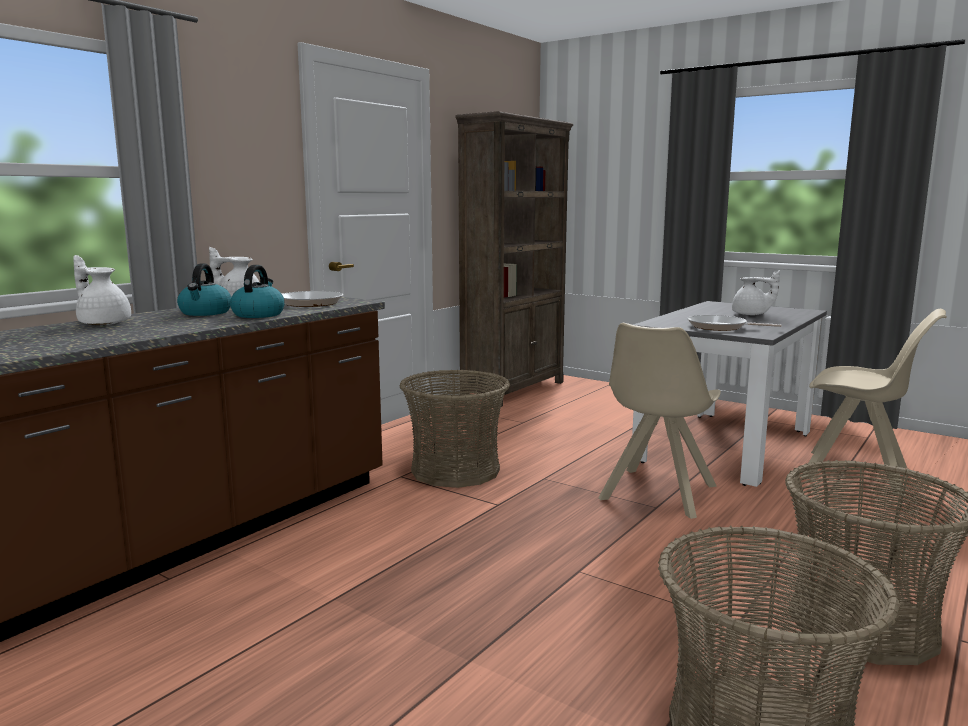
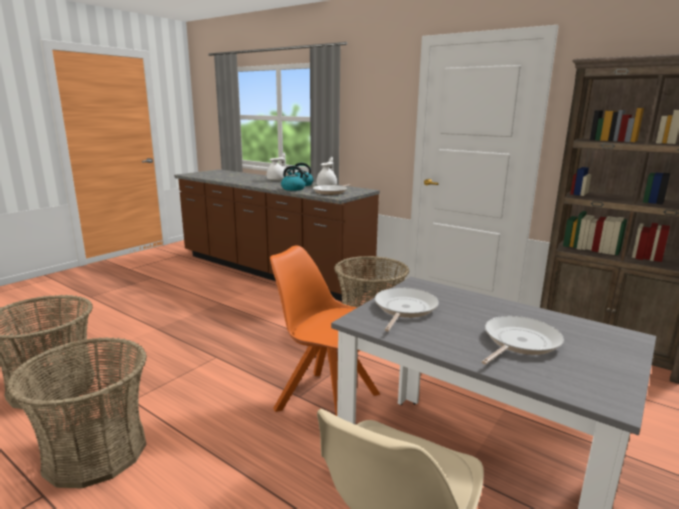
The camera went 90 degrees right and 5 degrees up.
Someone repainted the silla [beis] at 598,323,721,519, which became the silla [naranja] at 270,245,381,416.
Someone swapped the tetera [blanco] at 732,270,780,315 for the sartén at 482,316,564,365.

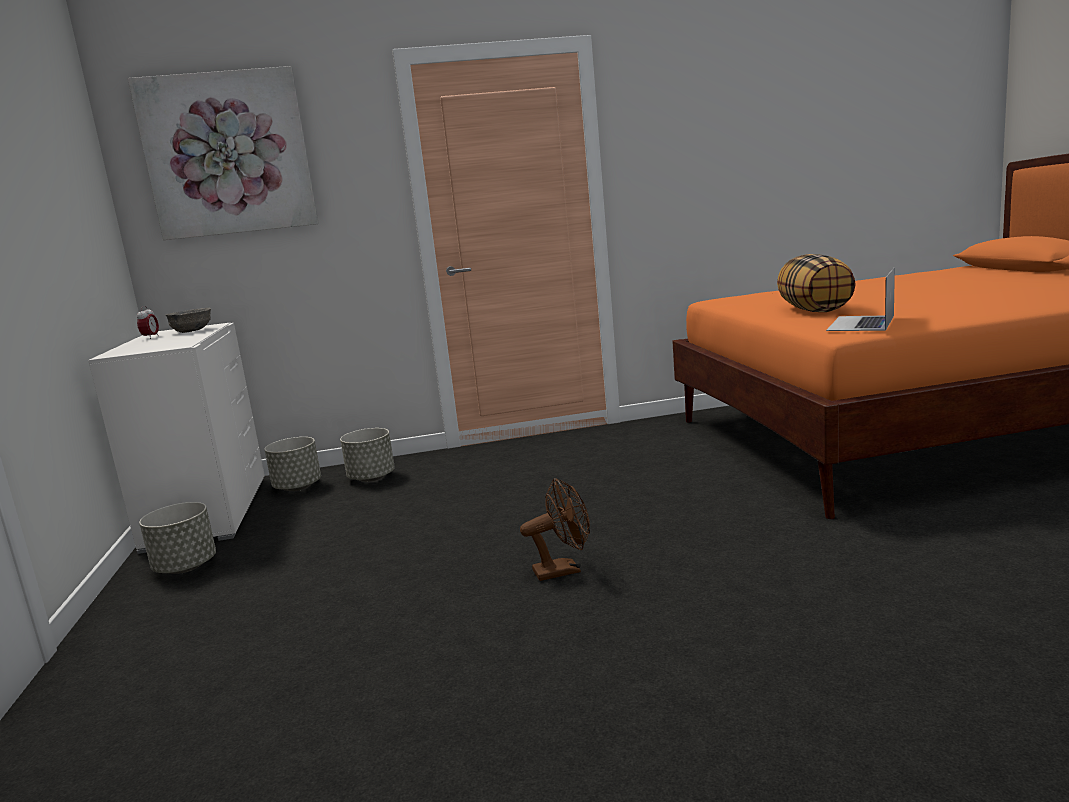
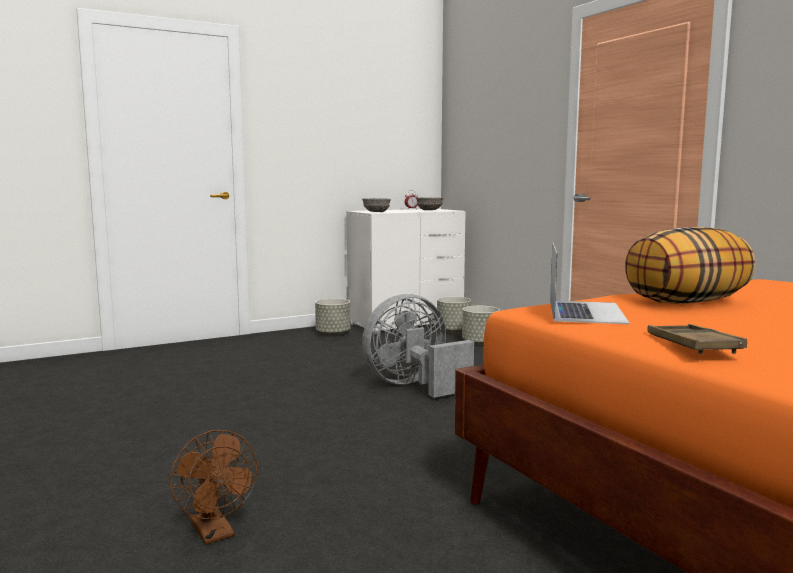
The camera went 70 degrees right and 5 degrees down.
Someone took away the cuadro at 127,66,319,240.
Someone carried the ventilador [marrón] from 520,478,590,581 to 170,430,257,544.
Someone rotated the portátil at 826,267,895,331 by 90 degrees clockwise.
Someone put down the cuenco [gris] at 362,198,391,212.
Someone put down the ventilador [gris] at 362,294,474,398.
Someone put down the bandeja [marrón] at 648,324,747,354.

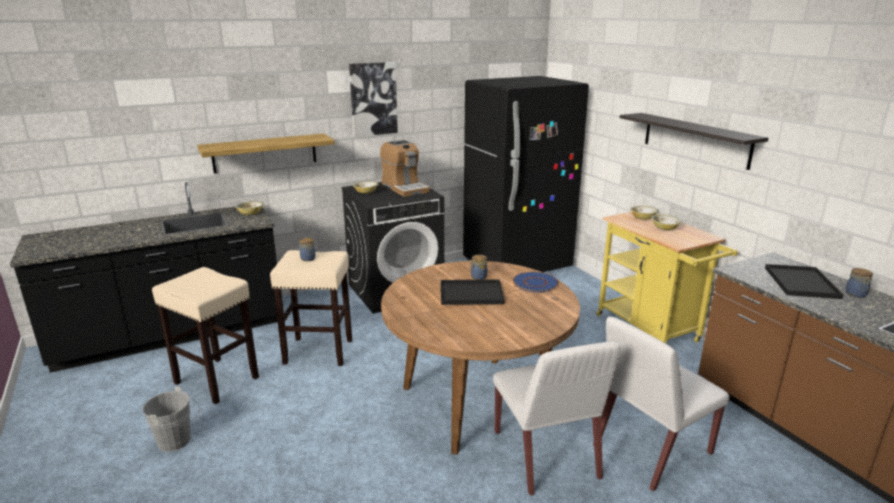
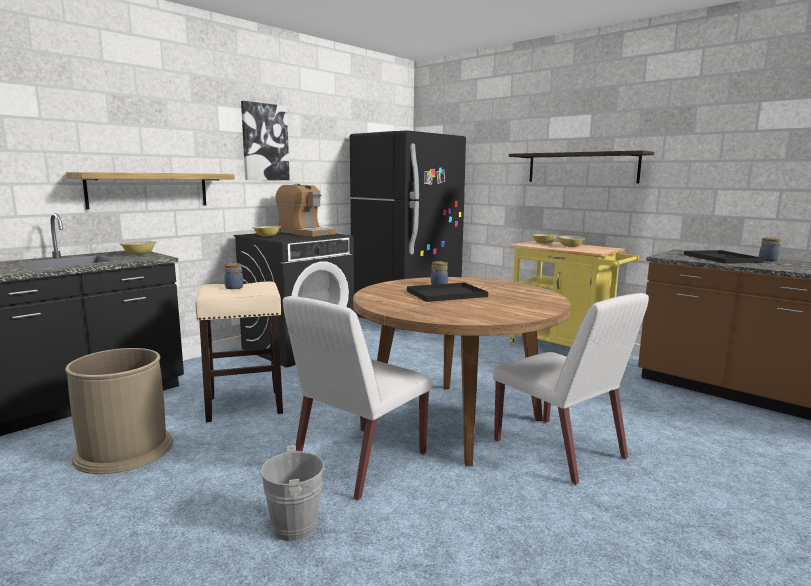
The camera went 20 degrees left and 10 degrees down.
Someone carried the cubo [gris] from 142,387,200,452 to 260,445,335,542.
Someone swapped the taburete [beis] at 152,267,259,404 for the papelera [marrón] at 65,348,173,474.
Someone took away the plato [azul] at 513,272,559,292.
Someone carried the silla [blanco] from 593,316,729,491 to 283,296,431,501.

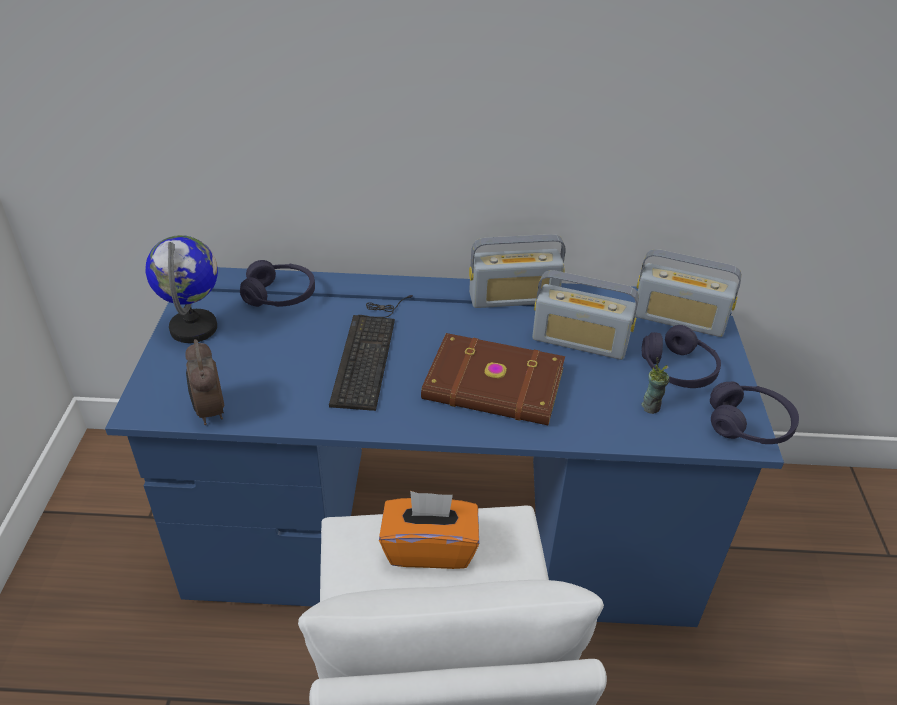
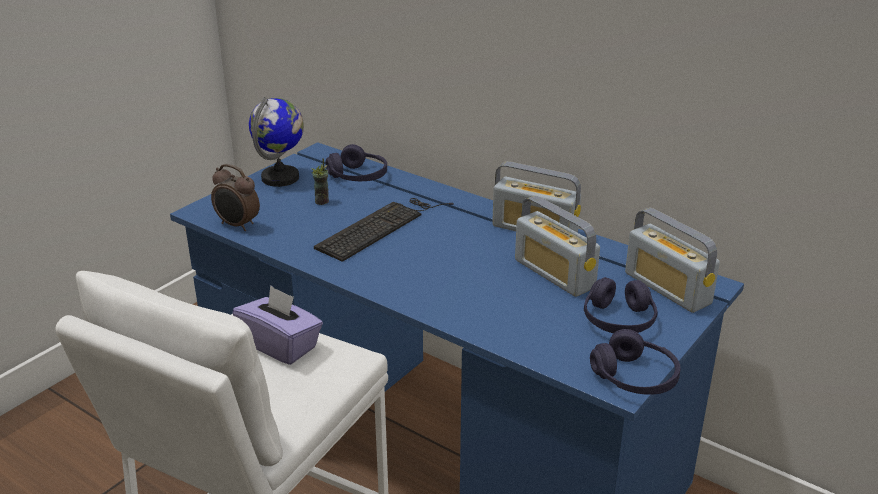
The camera went 35 degrees right and 10 degrees down.
Someone rotated the despertador at 186,339,224,425 by 75 degrees counterclockwise.
Someone repainted the caja de pañuelos [naranja] at 379,491,479,569, which became the caja de pañuelos [morado] at 233,285,323,365.
Someone took away the libro [marrón] at 421,333,565,425.
Someone carried the taza from 641,357,669,414 to 311,158,329,205.

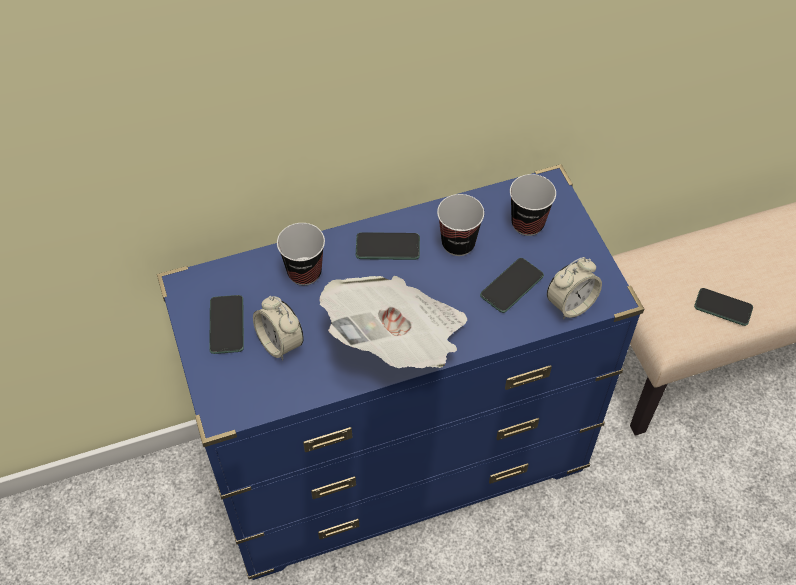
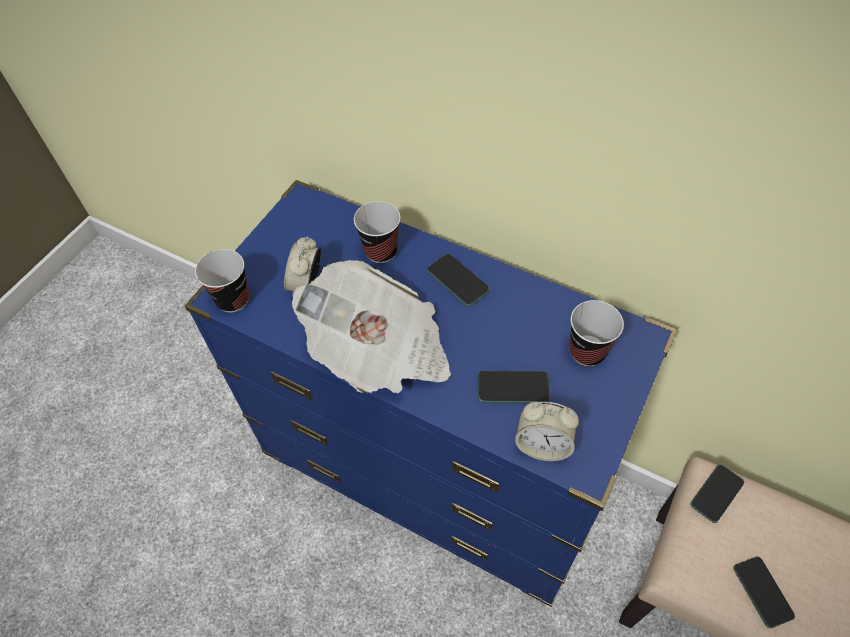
The camera went 50 degrees right and 0 degrees up.
Someone carried the móvil from 209,295,244,354 to 690,464,744,523.
Someone carried the taza from 437,194,484,256 to 195,249,250,312.

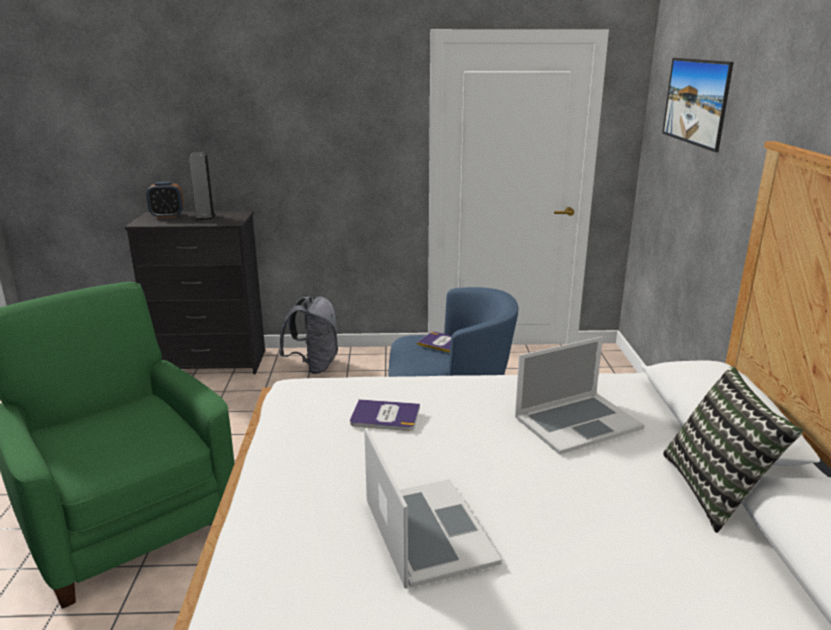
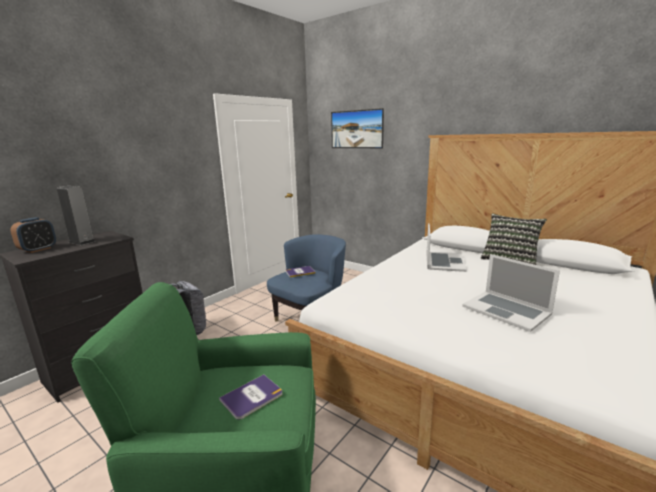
The camera went 50 degrees left and 5 degrees down.
Someone carried the libro from 350,399,420,431 to 219,375,283,420.
Someone rotated the portátil at 364,428,502,589 by 150 degrees counterclockwise.

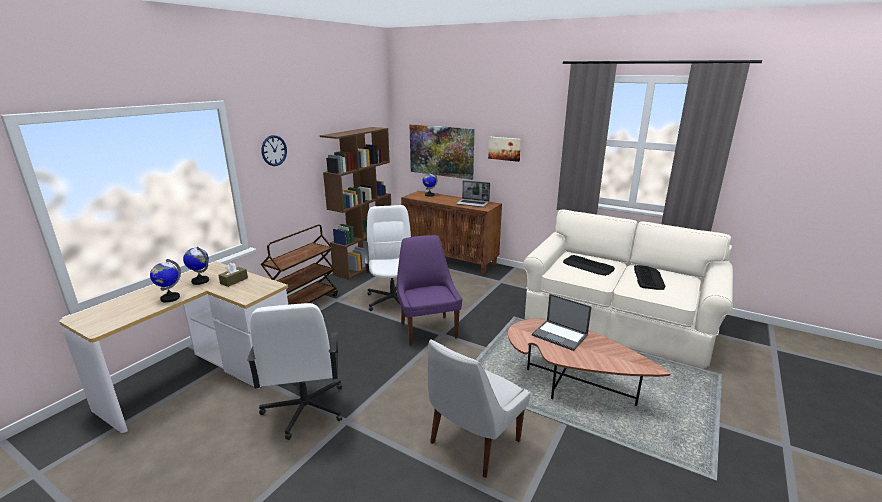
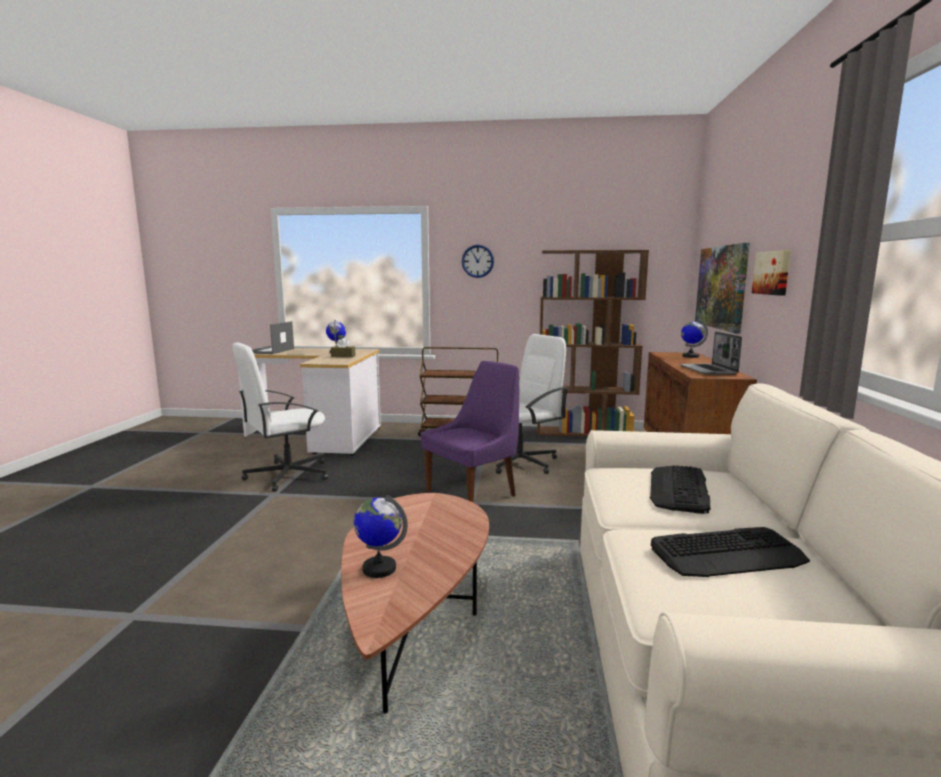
The camera went 65 degrees right and 10 degrees down.
Someone carried the globo terráqueo from 150,259,181,303 to 354,495,408,578.
Someone took away the silla [blanco] at 428,339,531,478.
Someone carried the portátil from 532,294,592,351 to 252,321,294,354.

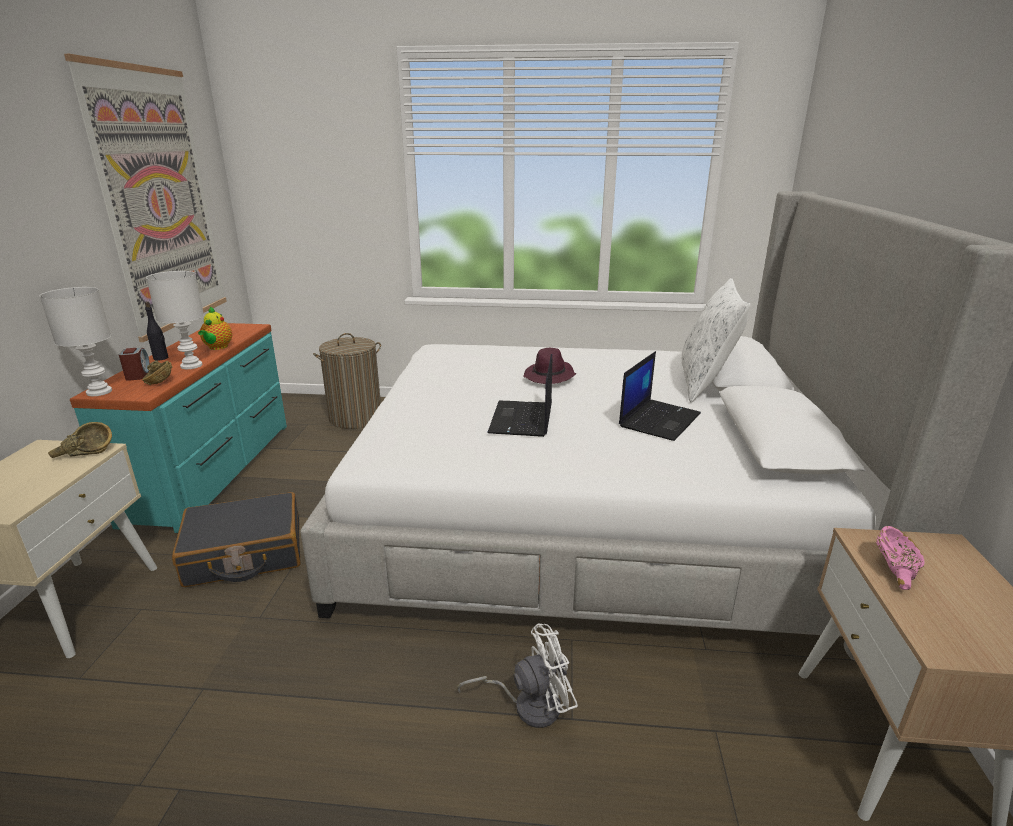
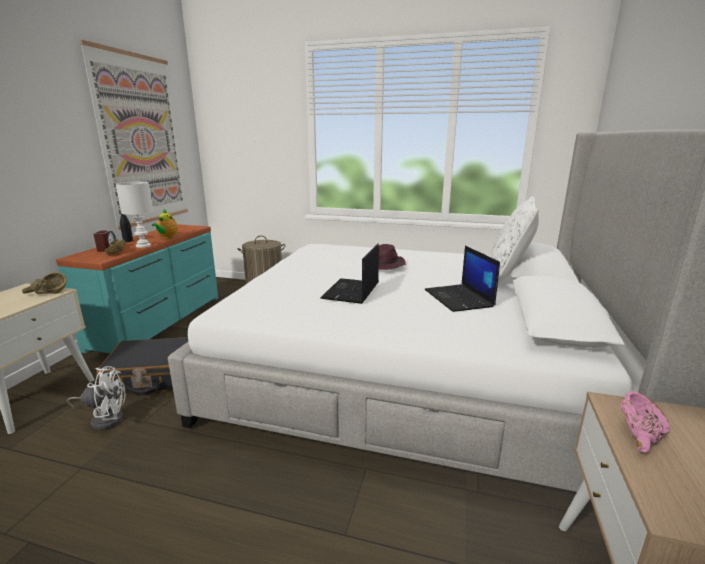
The camera went 10 degrees right and 5 degrees down.
Someone took away the lámpara de mesa [blanco] at 40,287,112,396.
Someone carried the ventilador [blanco] from 457,624,578,728 to 67,366,126,431.
Someone rotated the portátil at 619,351,701,441 by 120 degrees clockwise.

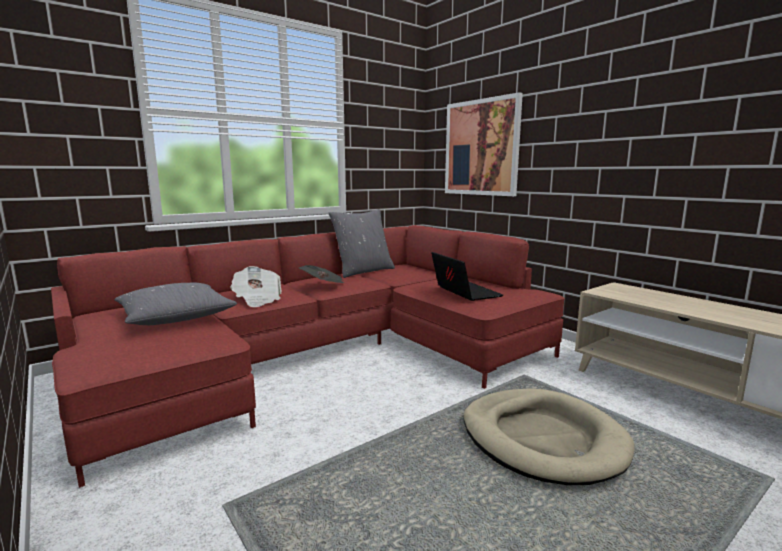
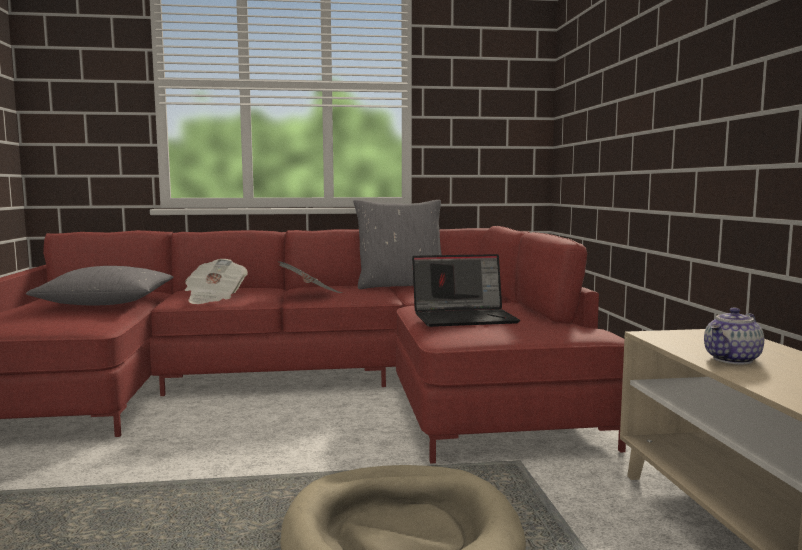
The camera went 30 degrees right and 5 degrees down.
Someone rotated the portátil at 431,252,503,301 by 75 degrees clockwise.
Someone took away the cuadro at 445,92,523,196.
Someone put down the tetera at 704,307,764,364.

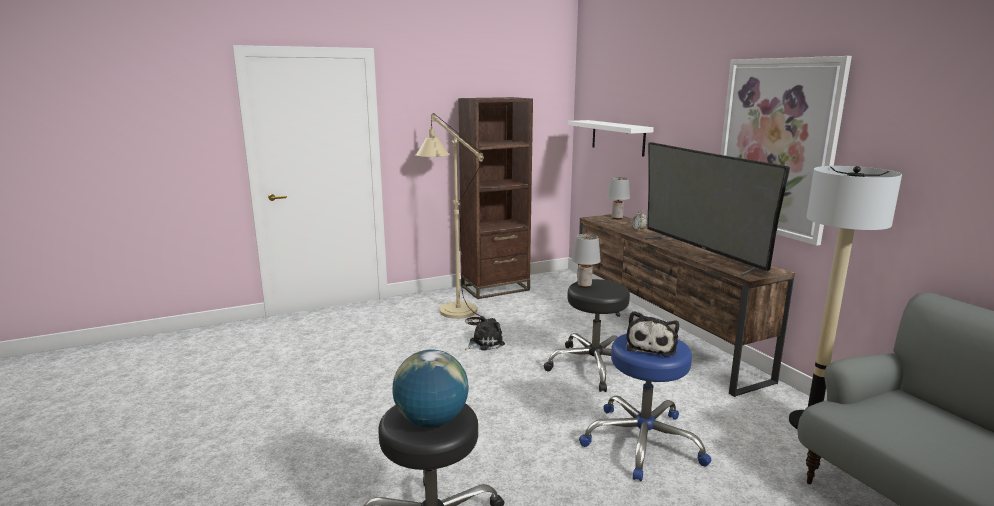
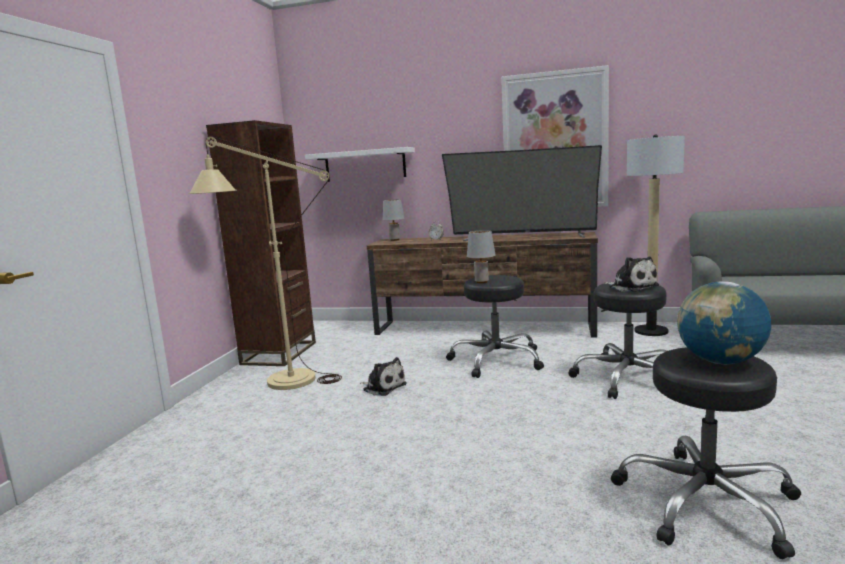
The camera went 50 degrees left and 5 degrees down.
Someone rotated the peluche at 465,316,505,351 by 120 degrees clockwise.
Someone repainted the taburete [azul] at 579,333,711,481, which became the taburete [negro] at 568,284,667,399.

